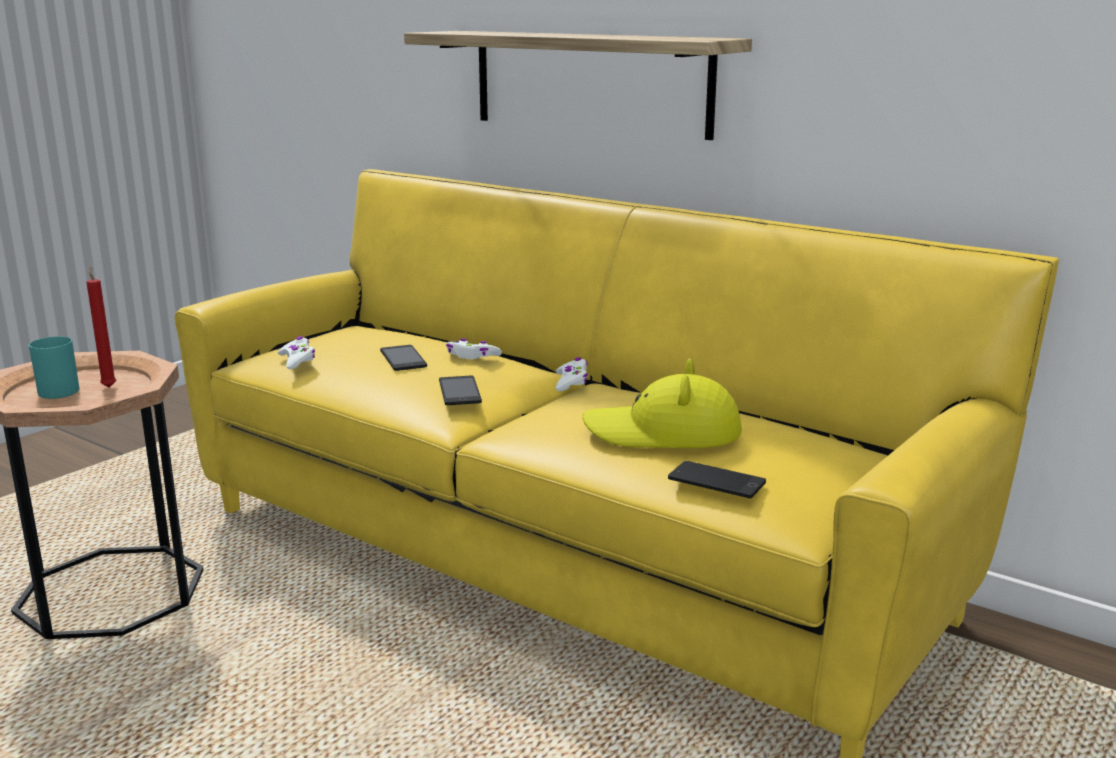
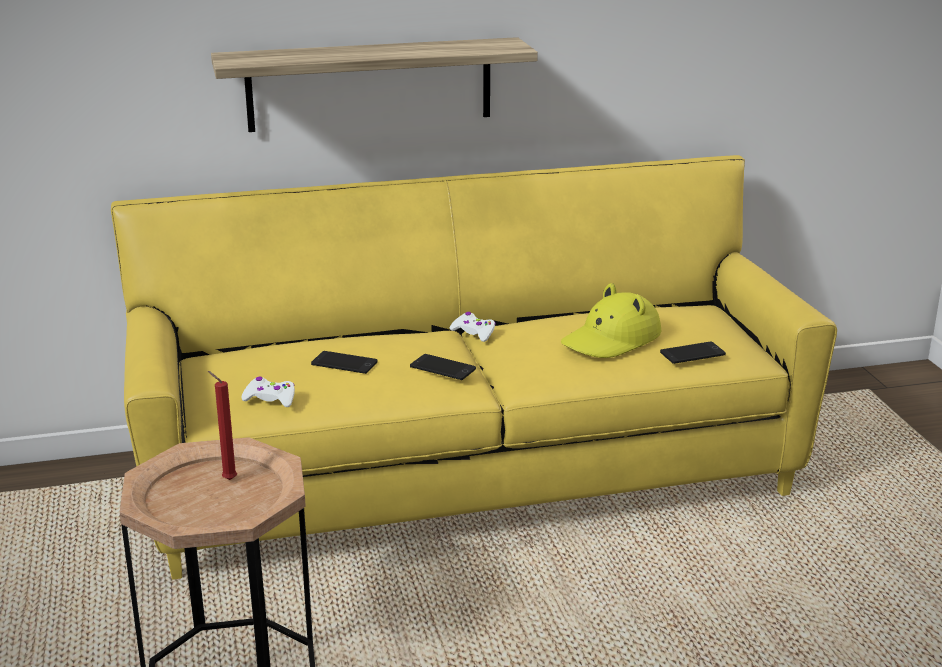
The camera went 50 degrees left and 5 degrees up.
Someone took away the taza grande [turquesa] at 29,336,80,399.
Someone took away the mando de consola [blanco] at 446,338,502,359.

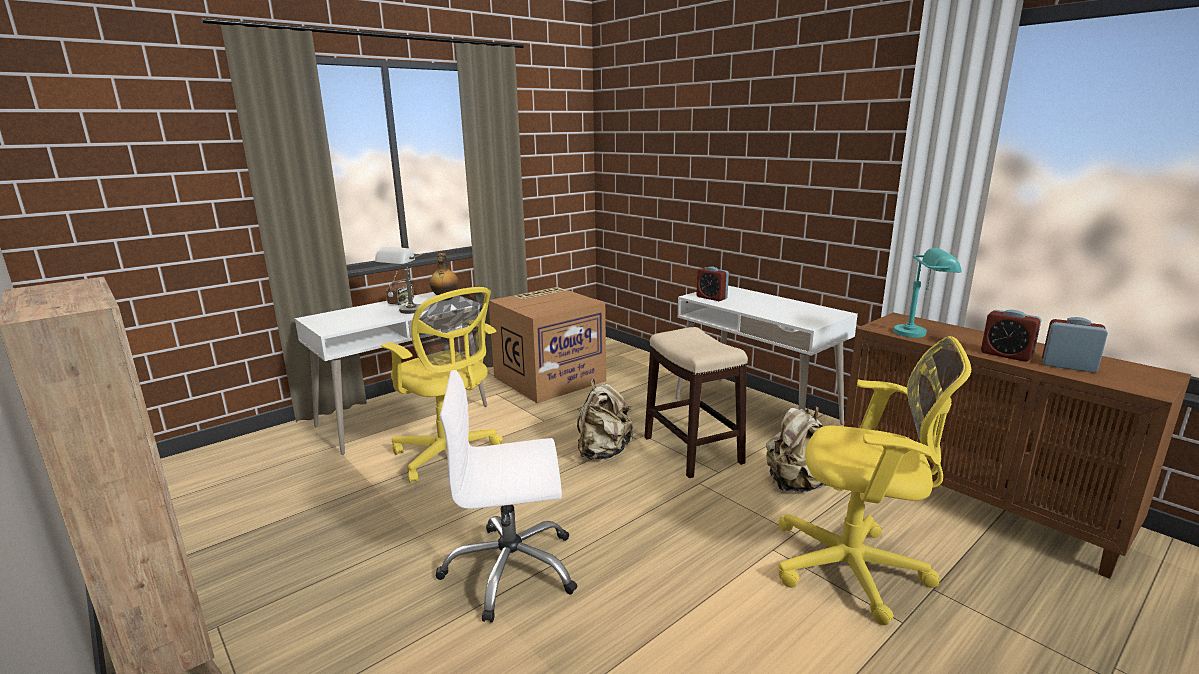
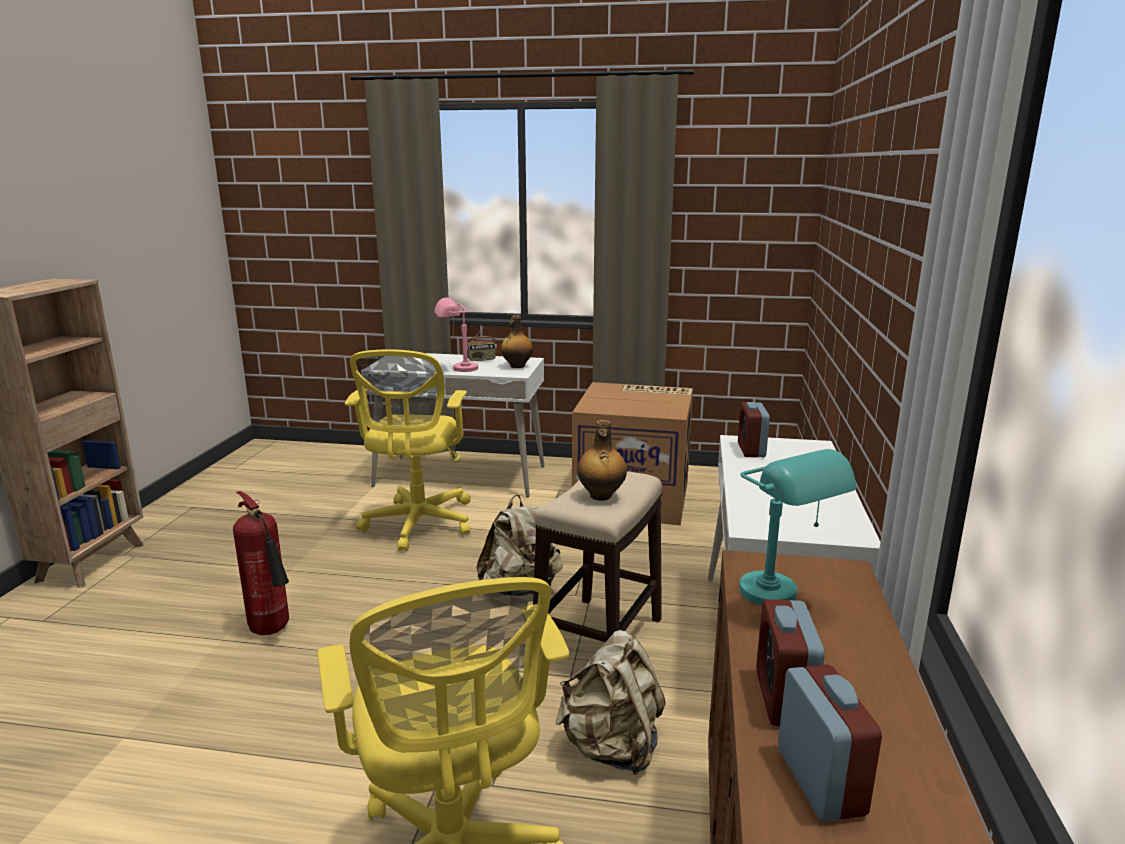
The camera went 50 degrees right and 0 degrees up.
Someone repainted the lámpara de mesa [gris] at 375,247,422,314, which became the lámpara de mesa [rosa] at 434,298,478,372.
Someone swapped the silla de oficina [blanco] at 436,370,577,623 for the extintor at 233,491,289,635.
Someone put down the botella at 577,420,627,501.

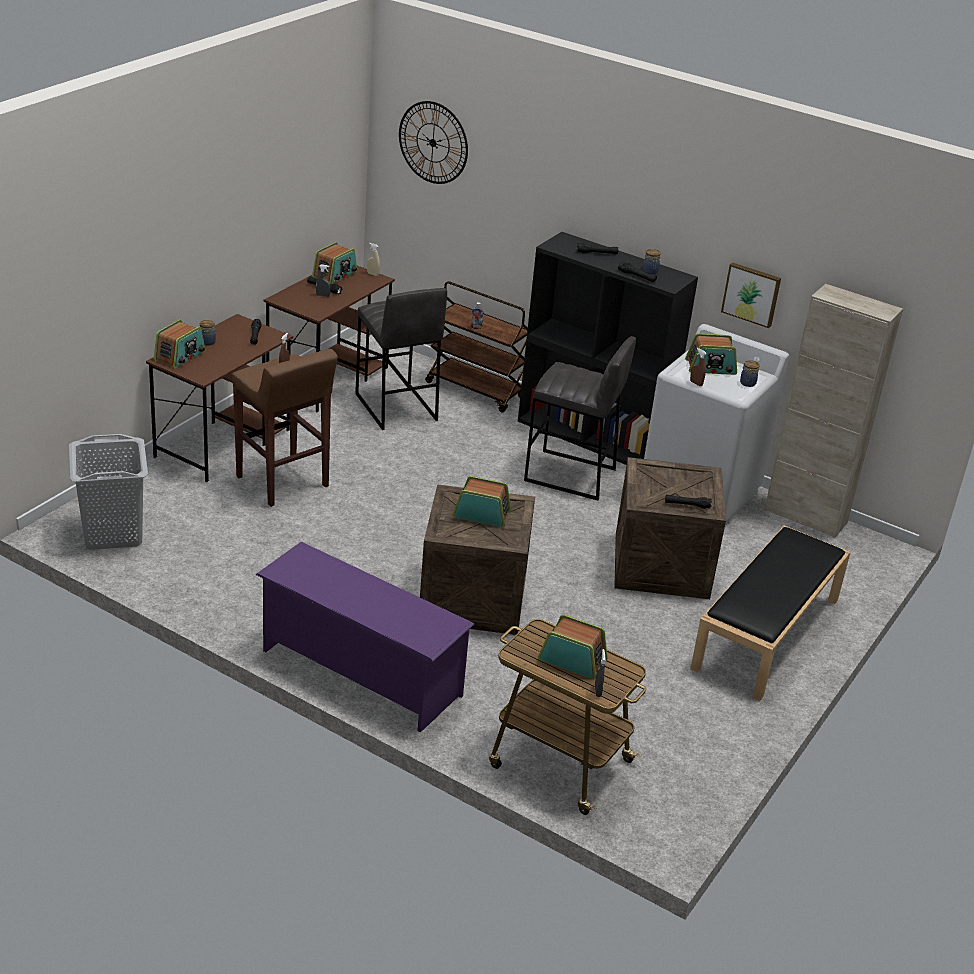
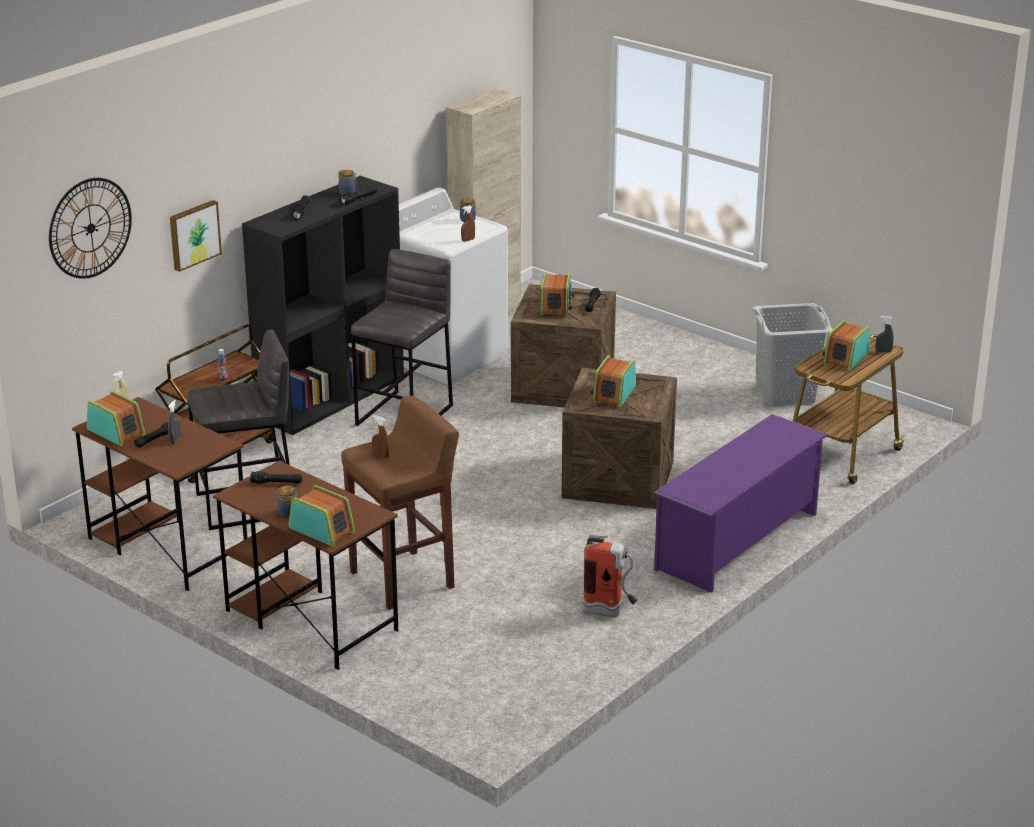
The camera went 80 degrees left and 5 degrees down.
Someone carried the cesto de la ropa [gris] from 69,434,148,550 to 752,303,833,406.
Someone carried the radio from 685,334,737,375 to 540,272,574,317.
Someone took away the banco [negro] at 690,526,851,701.
Someone carried the cuadro from 721,262,781,328 to 170,200,222,272.
Someone put down the extintor at 582,535,638,617.

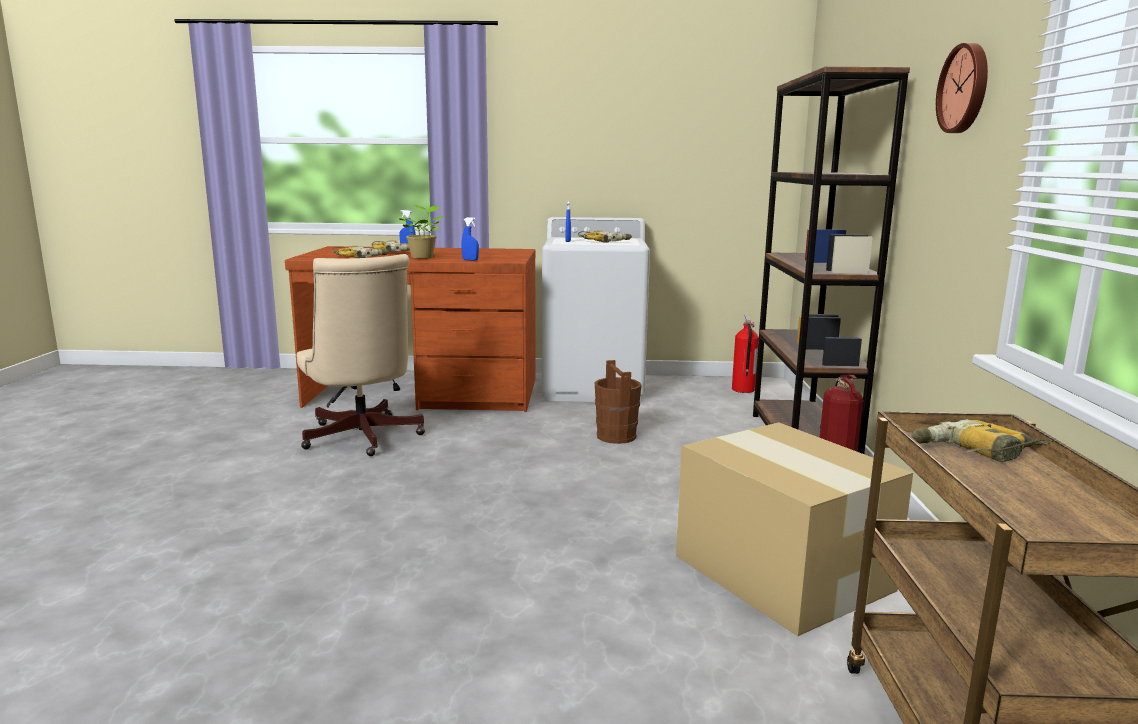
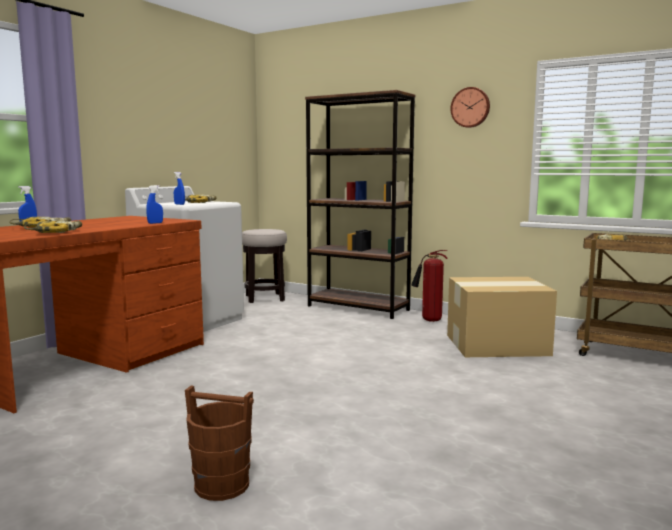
The camera went 60 degrees left and 5 degrees down.
Someone took away the silla de oficina [beis] at 297,254,425,456.
Someone took away the planta en maceta at 399,205,444,259.
Someone carried the cubo [marrón] from 595,360,642,444 to 185,385,254,501.
Someone swapped the extintor at 732,314,759,393 for the taburete at 242,229,287,303.

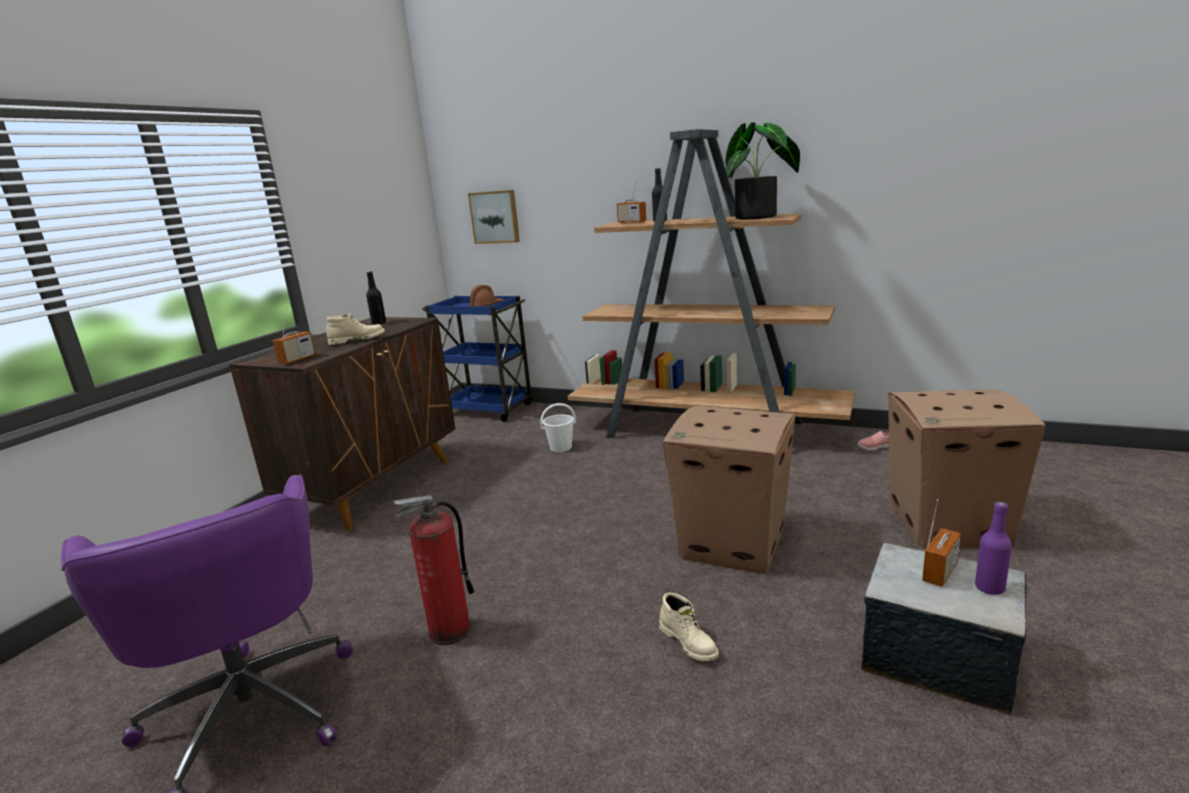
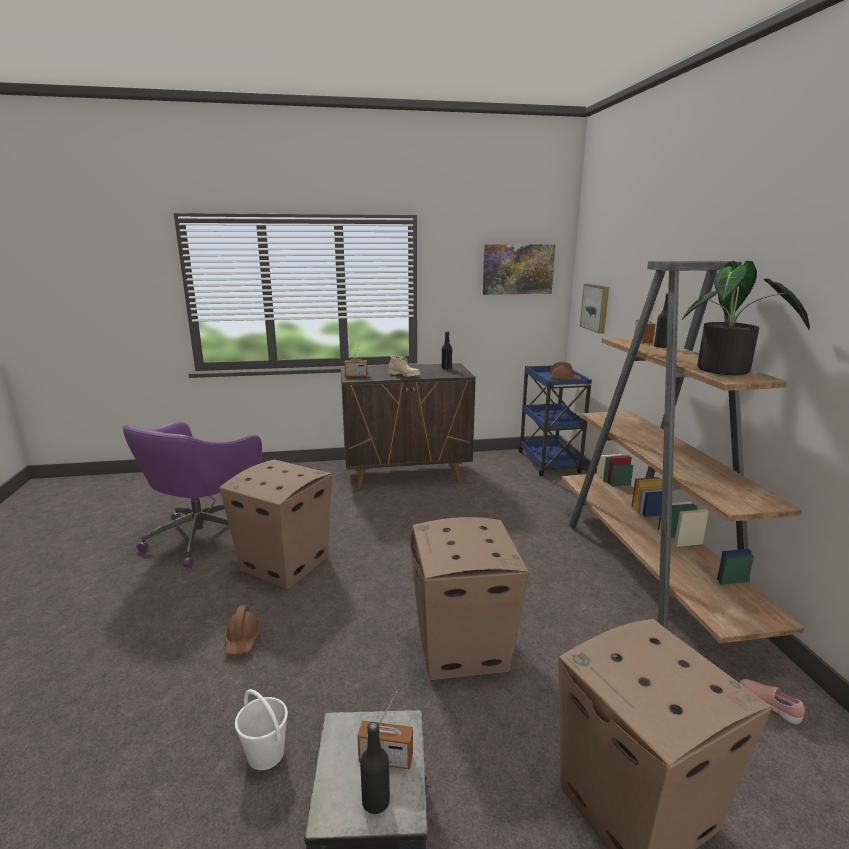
The camera went 55 degrees right and 0 degrees up.
Someone swapped the extintor at 394,495,474,645 for the caja de cartón at 219,460,332,589.
Someone carried the cubo [blanco] from 540,403,576,452 to 235,689,288,770.
Someone took away the bota [beis] at 659,593,719,661.
Someone repainted the botella [morado] at 975,502,1012,595, which became the botella [negro] at 360,722,390,814.
Someone put down the casco [marrón] at 224,605,261,655.
Someone put up the cuadro at 483,244,555,295.

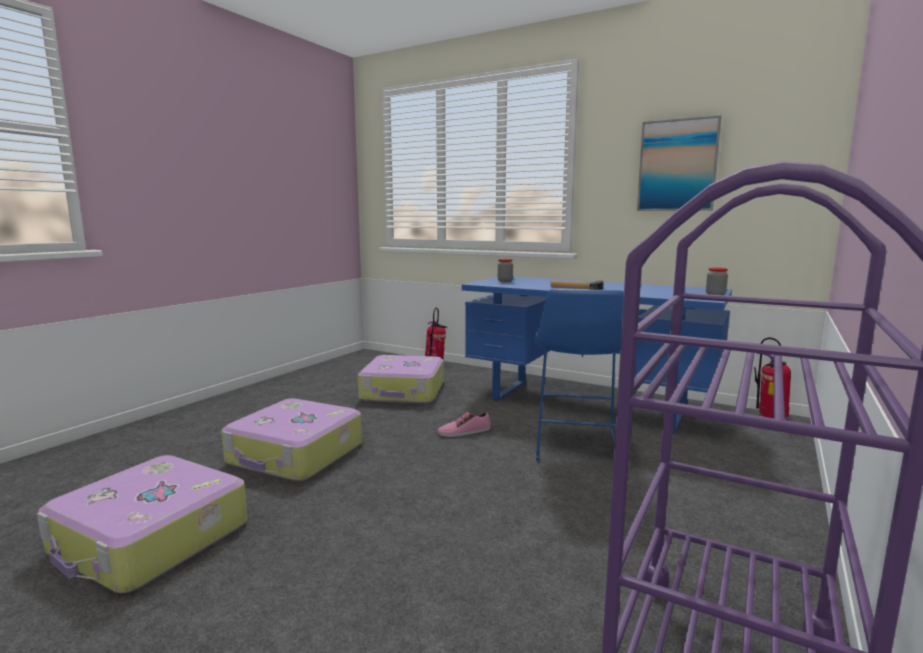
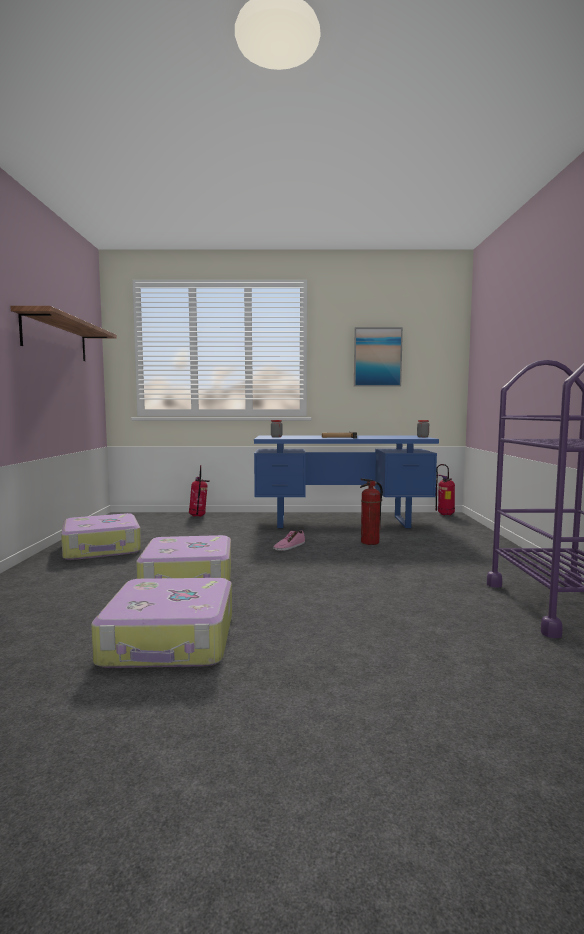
The camera went 30 degrees left and 5 degrees down.
Someone carried the maleta from 358,355,444,404 to 61,513,141,560.
Someone swapped the taburete [azul] at 535,288,624,461 for the extintor at 360,478,383,545.
Someone put up the estante at 10,306,117,361.

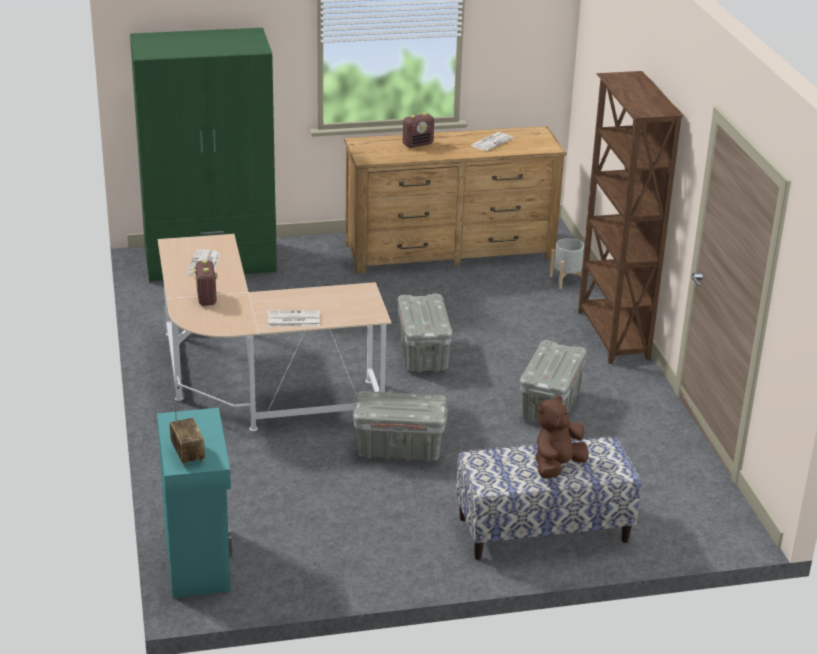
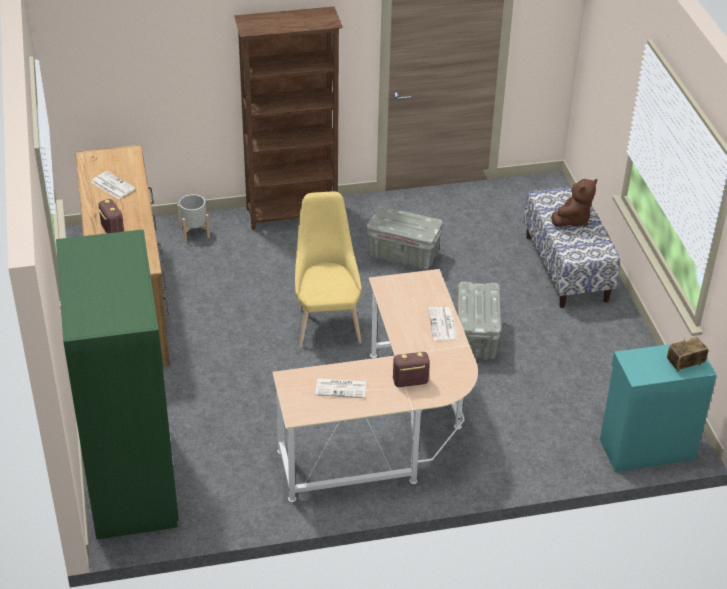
The camera went 90 degrees left and 10 degrees up.
Someone swapped the caja de almacenaje [gris] at 398,294,453,373 for the silla [amarillo] at 295,192,362,348.
Someone rotated the peluche [marrón] at 536,395,589,479 by 90 degrees counterclockwise.

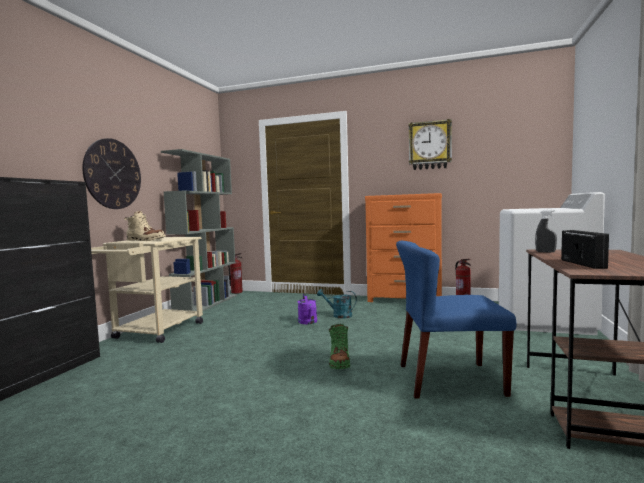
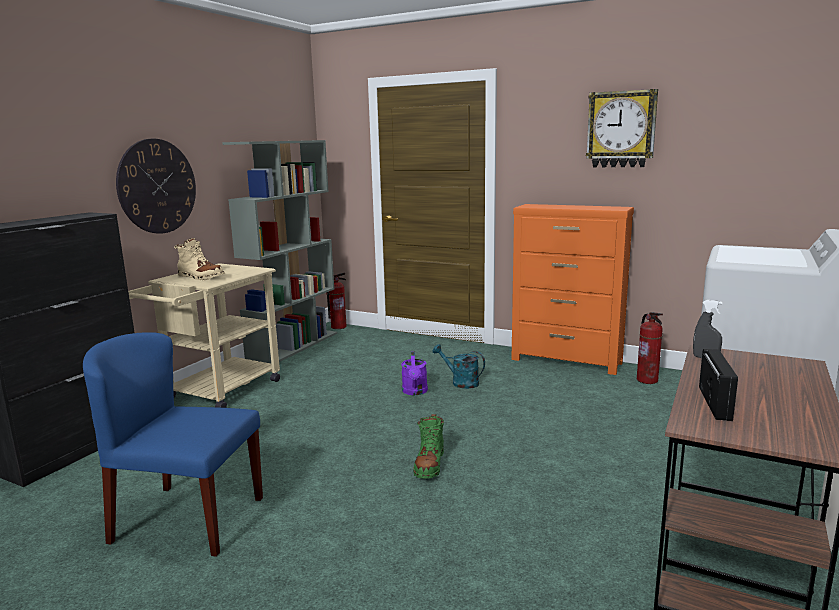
The camera went 10 degrees right and 10 degrees up.
Someone carried the silla [azul] from 396,241,516,398 to 83,332,263,557.

